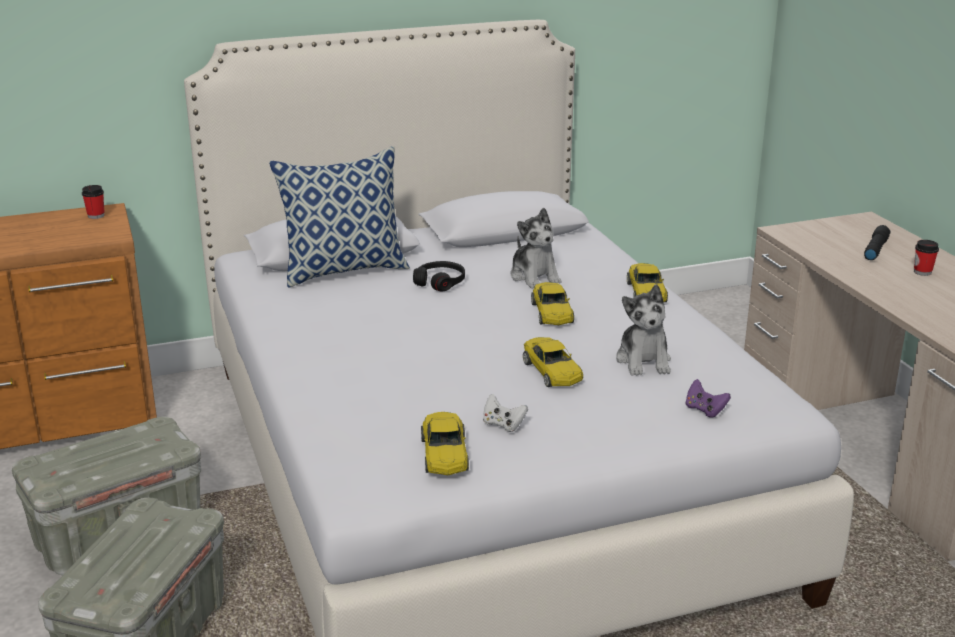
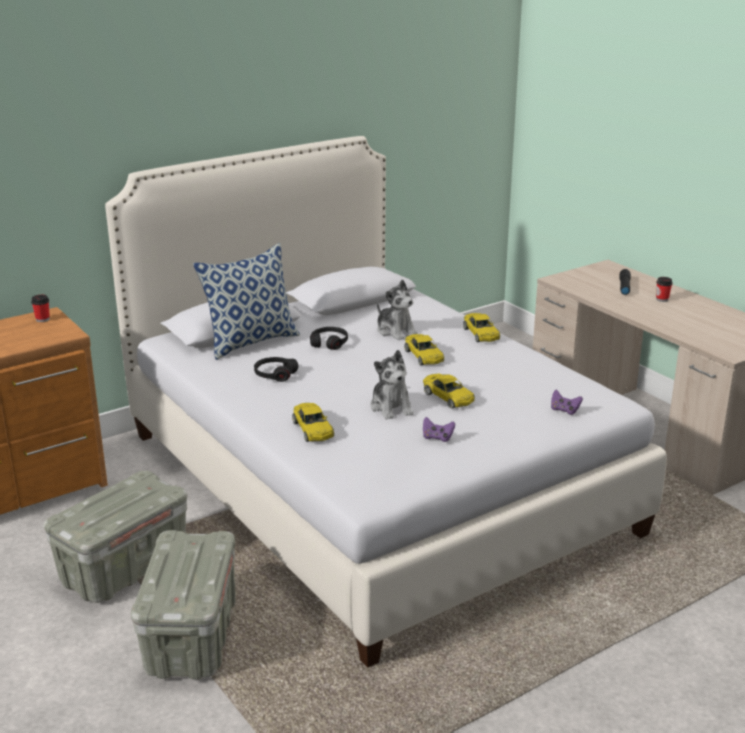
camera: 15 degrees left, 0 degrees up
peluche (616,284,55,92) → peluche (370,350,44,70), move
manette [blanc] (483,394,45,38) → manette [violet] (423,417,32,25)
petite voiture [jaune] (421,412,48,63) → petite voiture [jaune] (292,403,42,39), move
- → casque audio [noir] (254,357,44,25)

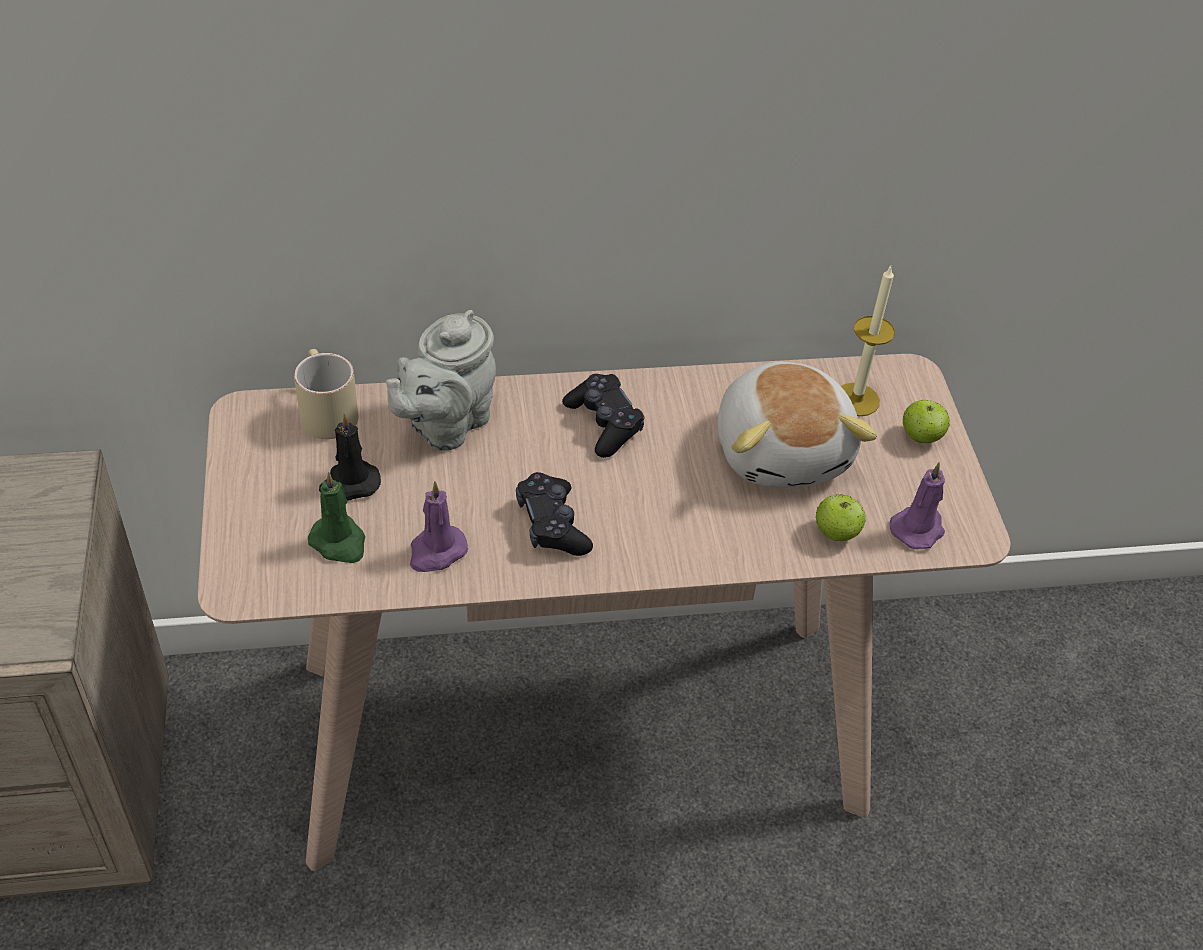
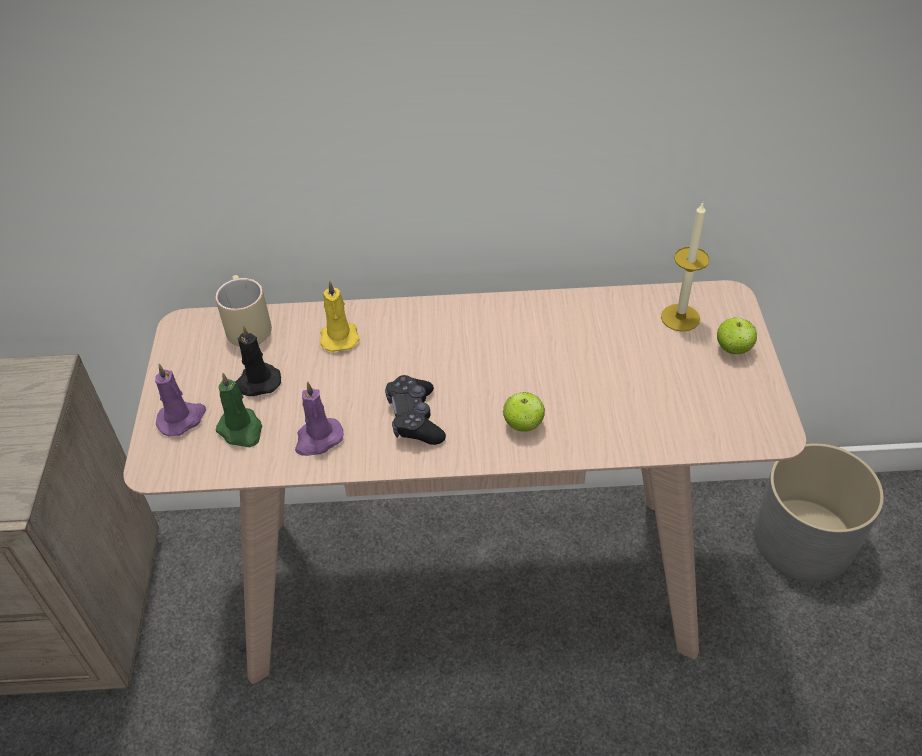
camera: 10 degrees right, 0 degrees up
théière [gris] (386,310,110,141) → bougie [jaune] (320,280,40,72)
peluche (717,362,160,125) → -
manette [noir] (562,374,82,84) → -
bougie [violet] (889,462,56,88) → bougie [violet] (155,364,51,72), move
pomme (815,494,51,47) → pomme (503,392,42,40), move
- → cache-pot [gris] (754,443,130,139)

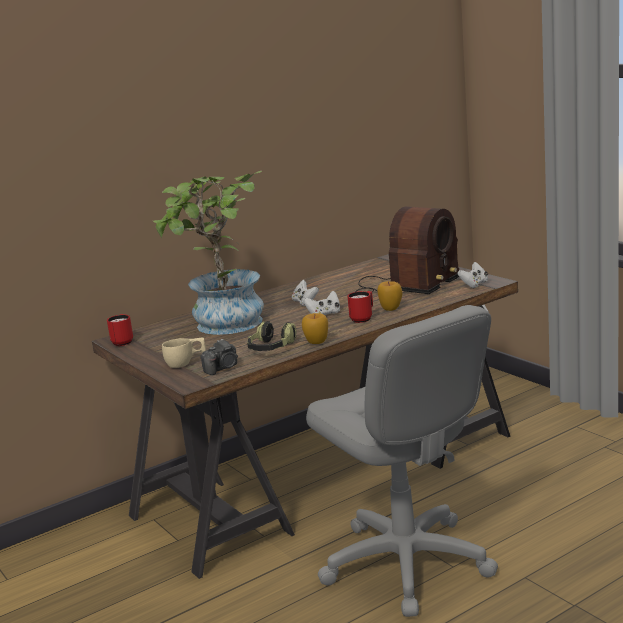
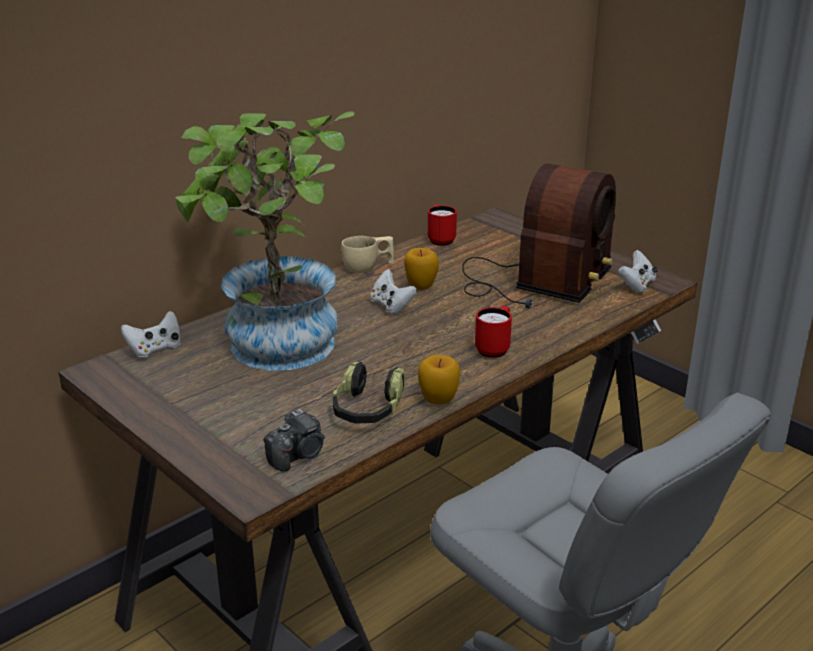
camera: 10 degrees left, 10 degrees up
pomme (377,281,25,30) → pomme (404,248,35,42), move
manette [blanc] (303,291,37,24) → manette [blanc] (121,311,60,47), move
mug [rouge] (107,314,26,32) → mug [rouge] (428,204,29,42), move
tasse [beige] (162,338,44,30) → tasse [beige] (341,236,53,37), move

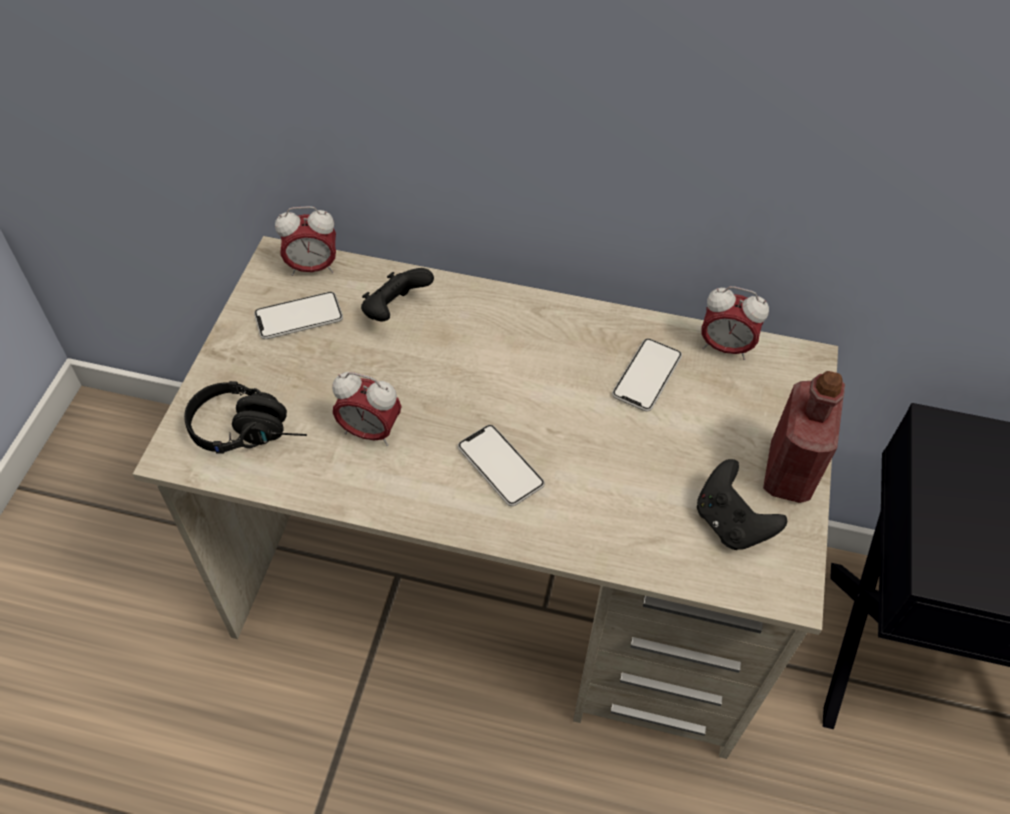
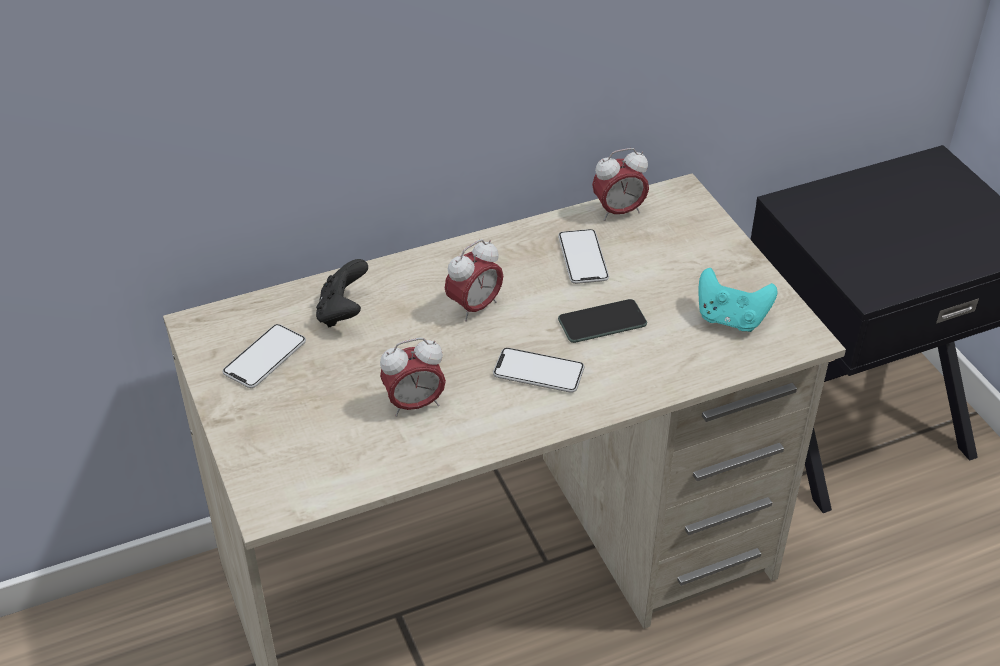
camera: 35 degrees left, 10 degrees down
réveil (275,206,61,70) → réveil (445,239,58,83), move
bouteille [rouge] (763,371,82,132) → -
casque audio [noir] (184,381,123,73) → -
manette [noir] (697,459,90,91) → manette [turquoise] (698,268,79,64)
- → téléphone (558,299,89,44)

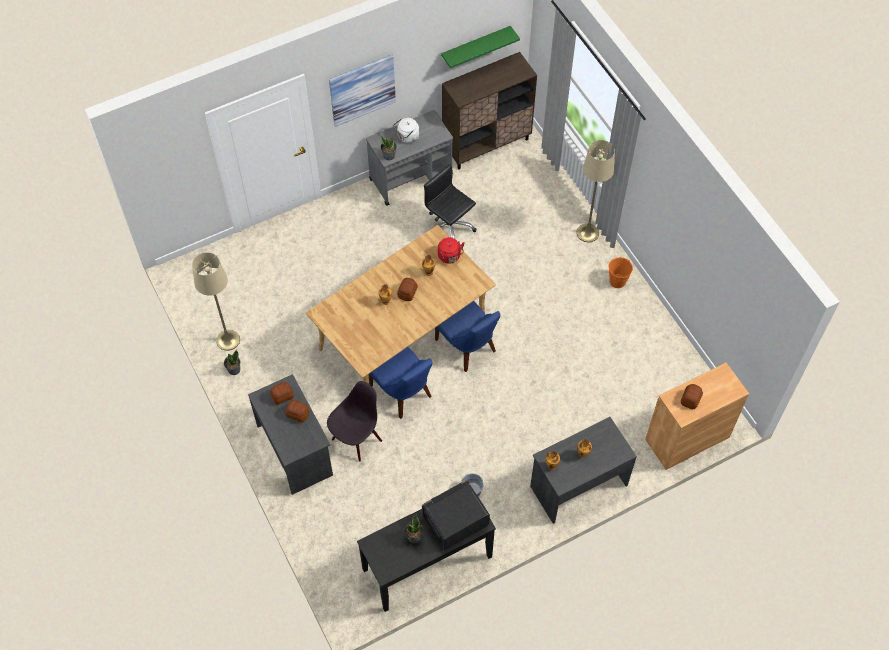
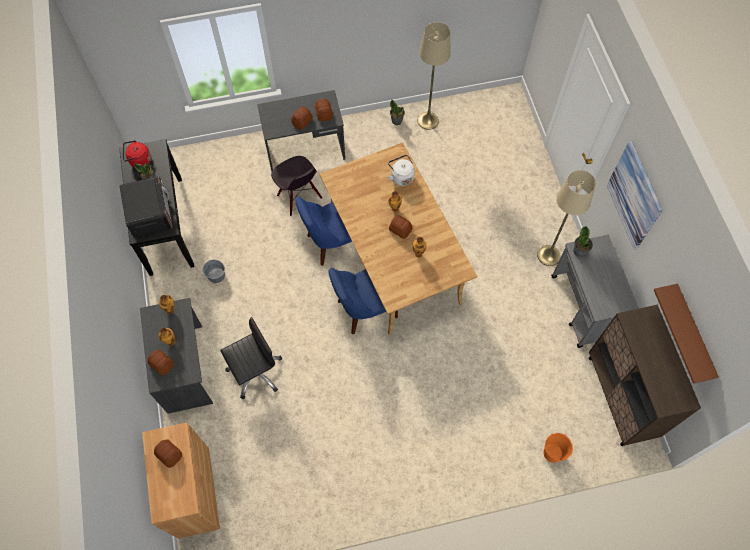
camera: 105 degrees right, 5 degrees up
étagère [vert] (441,26,79,42) → étagère [marron] (654,284,65,100)
bouilloire [blanc] (393,118,26,25) → bouilloire [blanc] (388,155,27,31), move
lampadaire [beige] (576,140,39,102) → lampadaire [beige] (537,170,59,96), move
chaise de bureau [noir] (424,164,52,75) → chaise de bureau [noir] (220,317,62,82), move
bouilloire [rouge] (438,237,27,27) → bouilloire [rouge] (123,140,28,28), move
seau [orange] (609,257,24,31) → seau [orange] (543,433,30,30), move
- → pain (148,350,26,25)

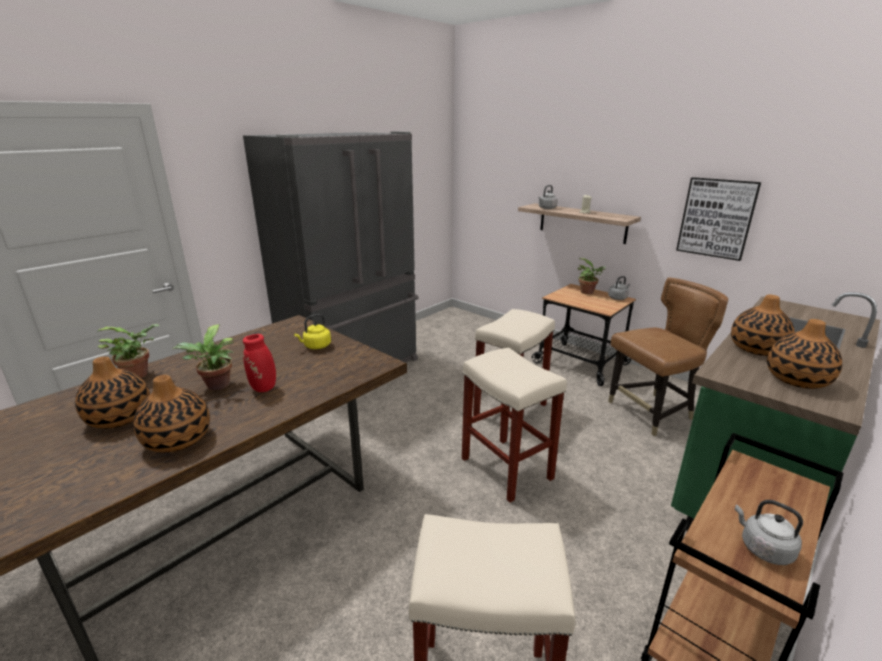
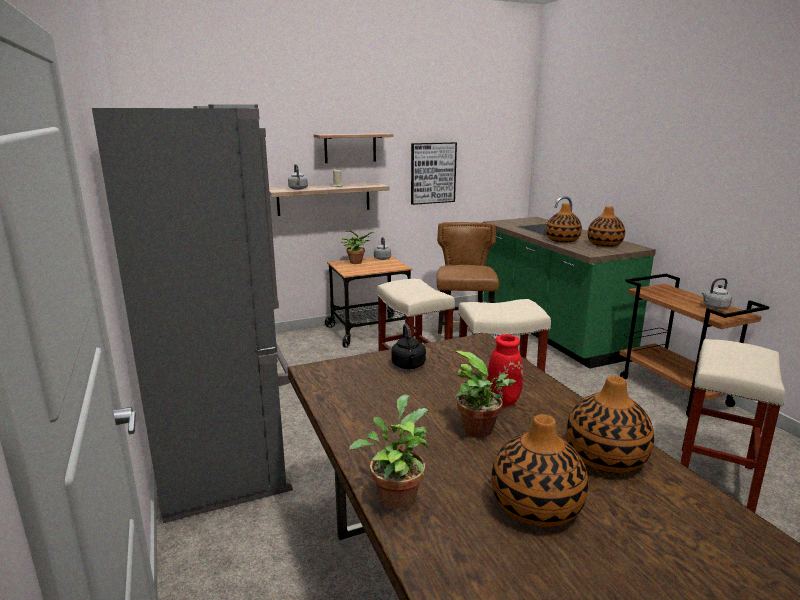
camera: 65 degrees left, 5 degrees down
bouilloire [jaune] (294,314,37,35) → bouilloire [noir] (392,324,34,45)
- → étagère (314,133,79,30)

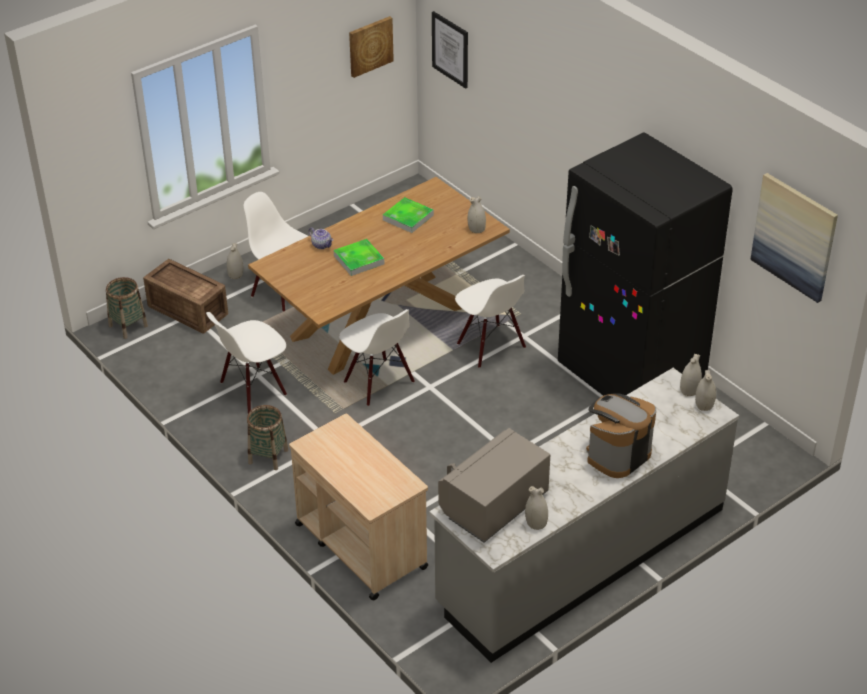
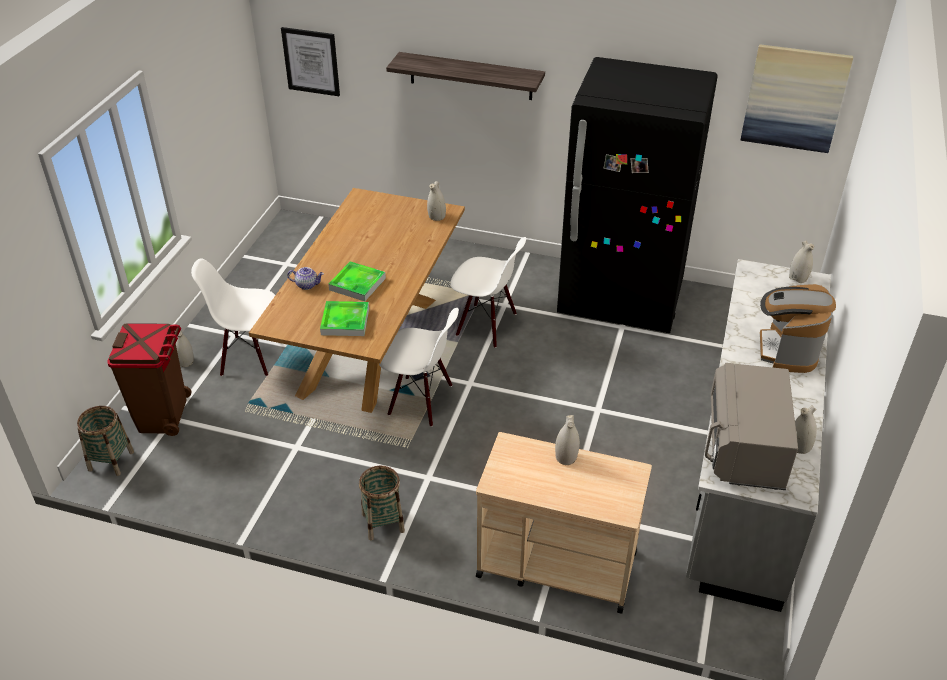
camera: 35 degrees left, 0 degrees up
tableau (349,16,45,62) → -
plateau (383,197,51,36) → plateau (320,301,49,35), move
caisse (143,259,85,75) → poubelle [marron] (107,323,84,113)
chaise [blanc] (206,312,81,101) → -
vase [blanc] (680,354,22,42) → vase [blanc] (555,415,25,50), move
- → étagère (386,52,159,48)

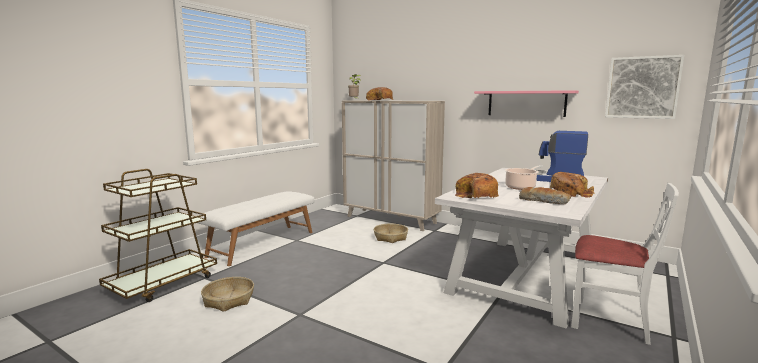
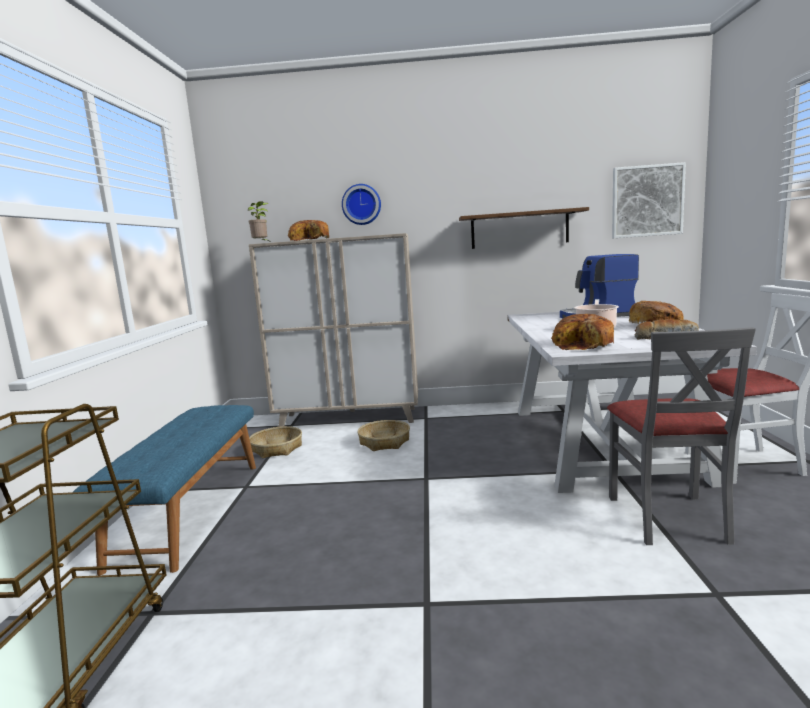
camera: 30 degrees left, 0 degrees up
étagère [rose] (474,90,105,27) → étagère [marron] (459,207,130,42)
banc [blanc] (198,191,117,75) → banc [bleu] (73,405,183,170)
panier (201,277,53,35) → panier (249,426,53,32), move
- → horloge murale (342,184,39,41)
- → chaise [gris] (607,327,149,218)

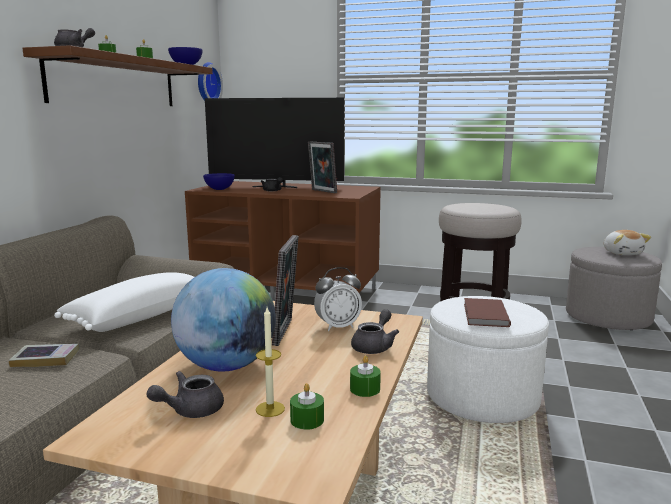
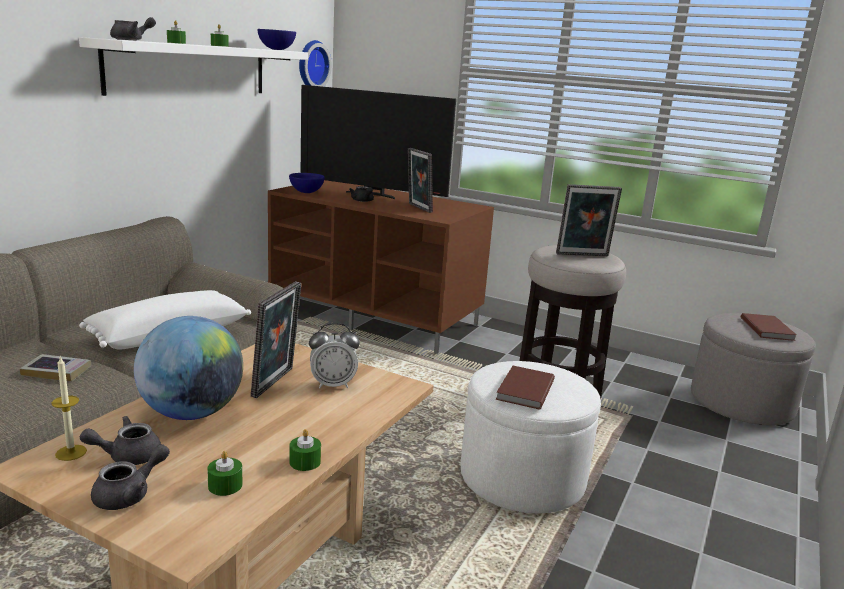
camera: 10 degrees right, 5 degrees up
étagère [marron] (22,45,191,61) → étagère [blanc] (79,37,229,59)
peluche (604,230,47,25) → livre [marron] (741,313,56,28)
bougie (256,307,29,110) → bougie (51,357,36,104), move
théière [gris] (351,309,48,45) → théière [gris] (91,444,79,66), move
- → cadre photo (556,184,66,72)

